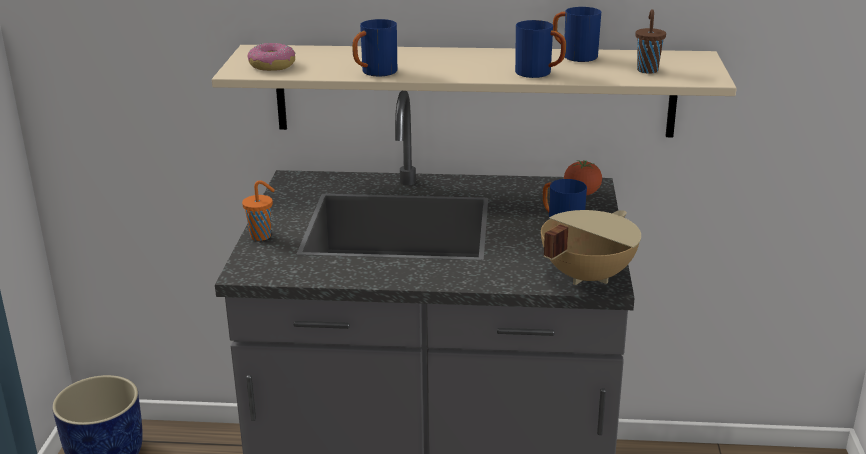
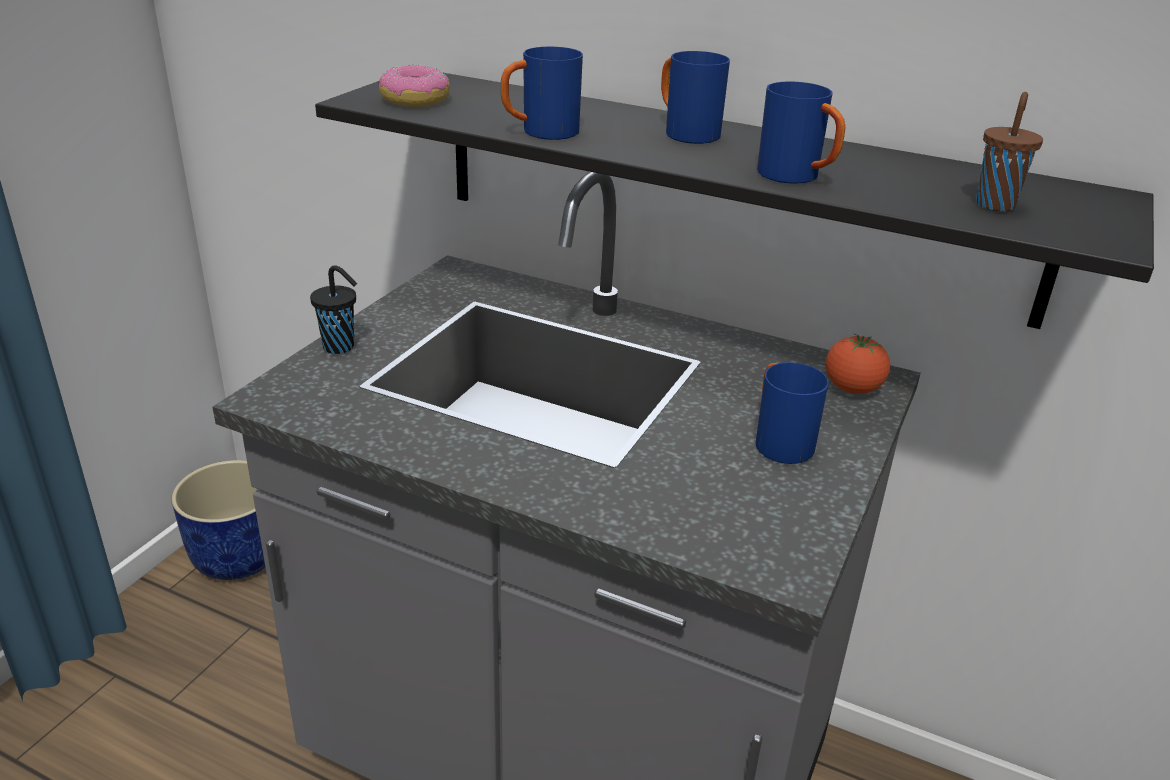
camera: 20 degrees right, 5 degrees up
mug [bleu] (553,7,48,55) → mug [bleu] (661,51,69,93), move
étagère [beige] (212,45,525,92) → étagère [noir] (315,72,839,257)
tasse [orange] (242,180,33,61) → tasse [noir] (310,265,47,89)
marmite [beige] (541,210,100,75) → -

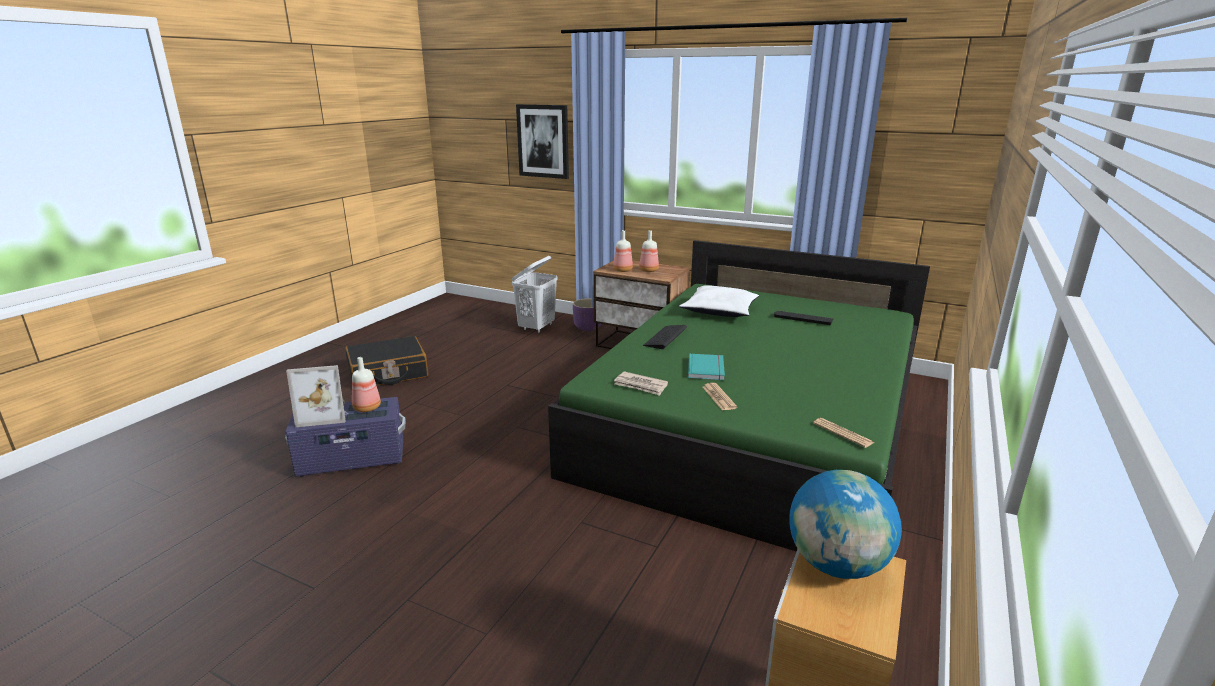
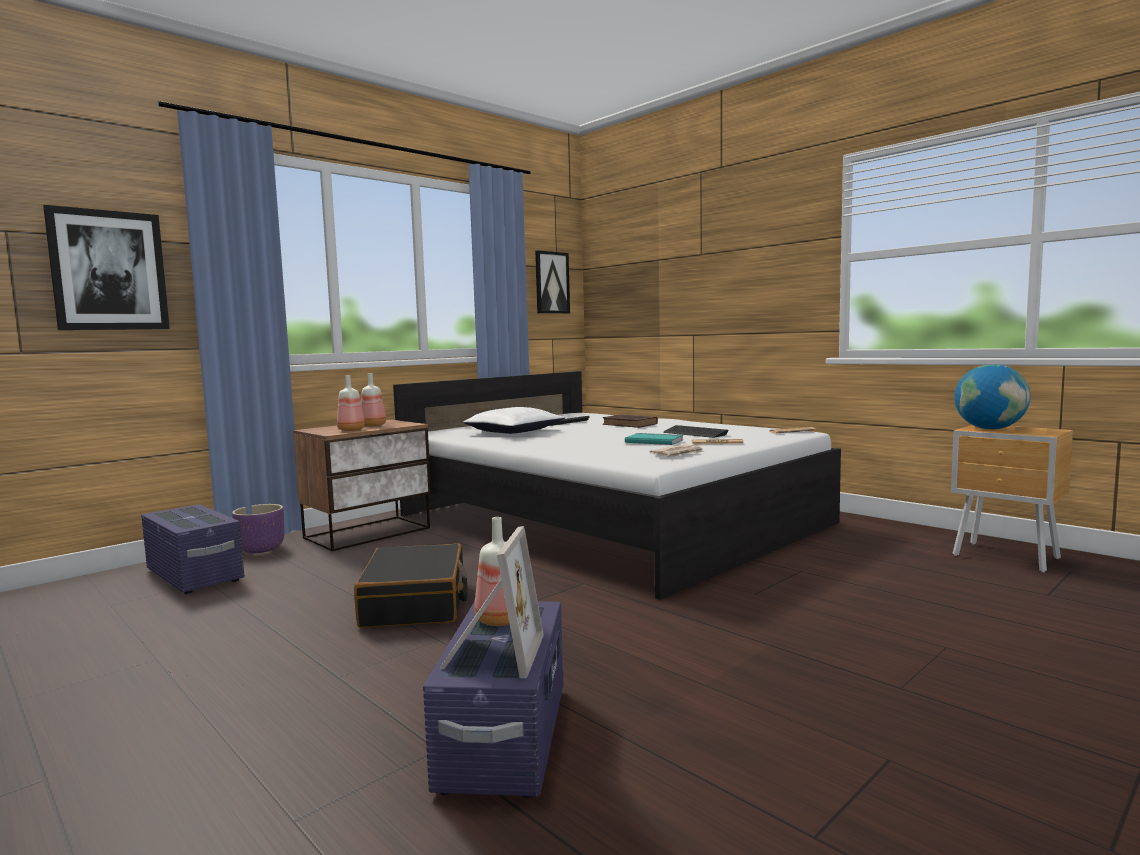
camera: 70 degrees left, 15 degrees down
lit [vert] (548,240,382,312) → lit [blanc] (393,371,448,229)
panier à linge [blanc] (512,256,45,77) → boîte de rangement [violet] (141,504,103,90)
clavier (643,325,44,24) → clavier (663,425,66,13), move
valise [noir] (345,336,83,50) → valise [noir] (354,543,114,85), move
- → tableau (535,250,35,64)
- → livre [marron] (603,414,55,14)

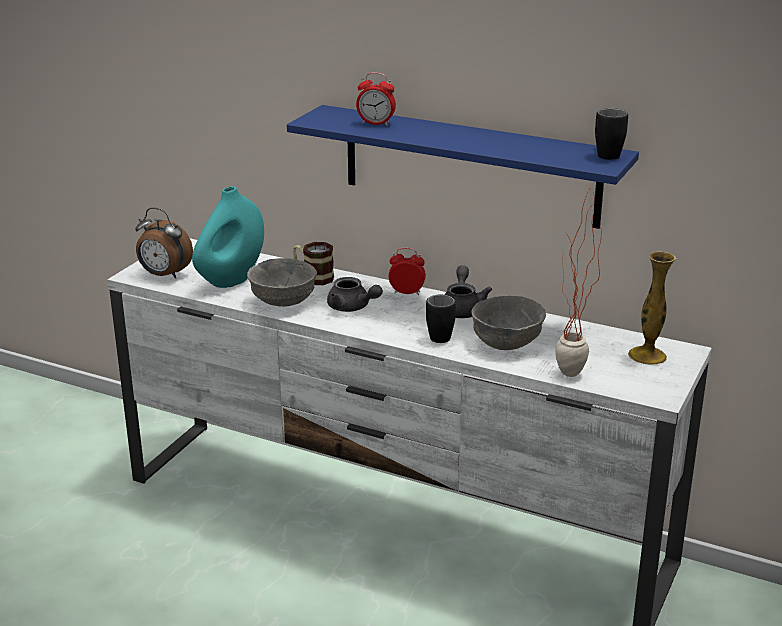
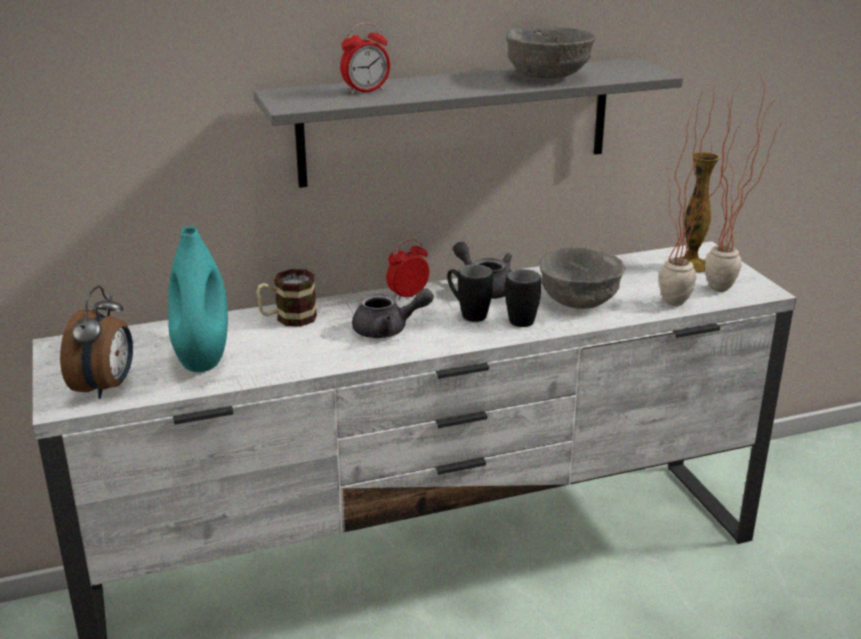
camera: 45 degrees left, 0 degrees up
étagère [bleu] (287,105,352,124) → étagère [gris] (253,58,430,130)
mug [noir] (595,108,33,52) → mug [noir] (447,264,46,58), move
réveil (135,208,58,71) → réveil (60,286,73,113), 60 degrees counterclockwise
bol [gris] (247,258,70,49) → bol [gris] (506,26,90,53), move
- → plante en pot (705,71,78,221)

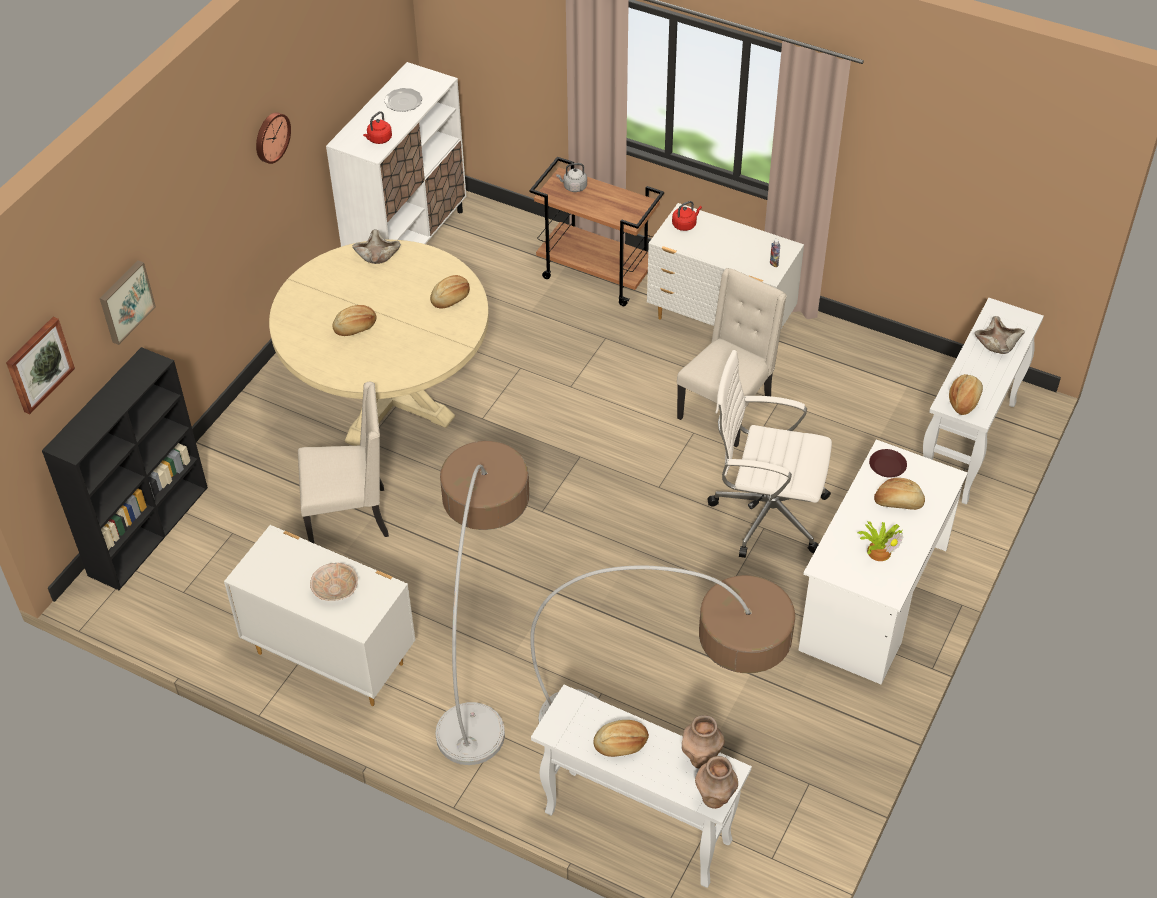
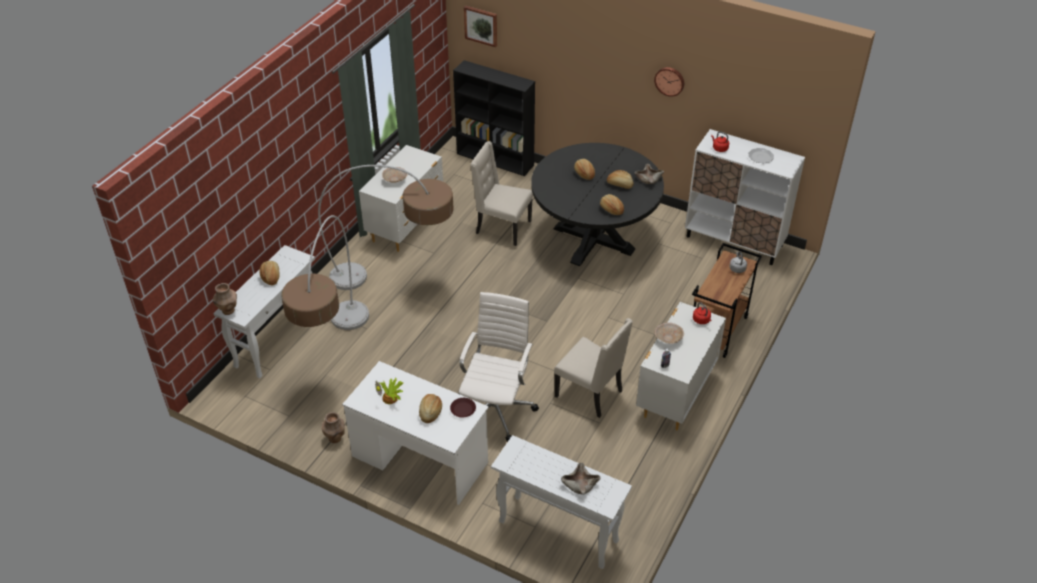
camera: 90 degrees right, 5 degrees down
table à manger [beige] (269,240,220,206) → table à manger [noir] (531,143,133,123)
tableau (100,260,56,85) → -
pain (949,374,34,41) → pain (607,170,27,19), move
chaise [beige] (298,382,91,162) → chaise [beige] (470,141,63,105), 120 degrees clockwise
vase [marron] (682,715,43,54) → vase [marron] (322,412,23,31), move
- → bol [beige] (655,323,29,21)

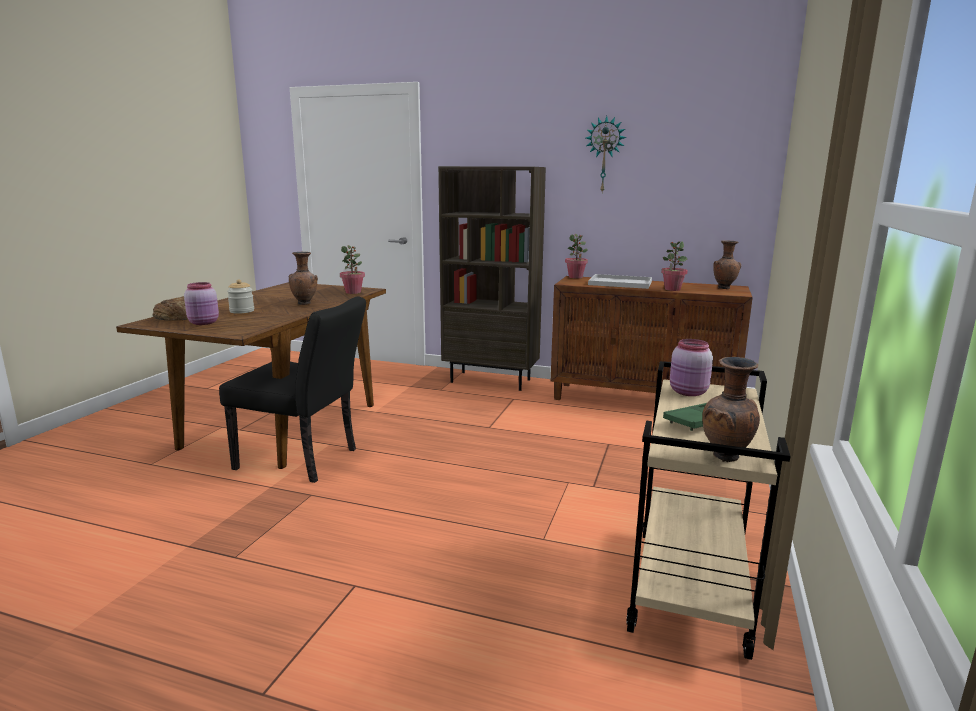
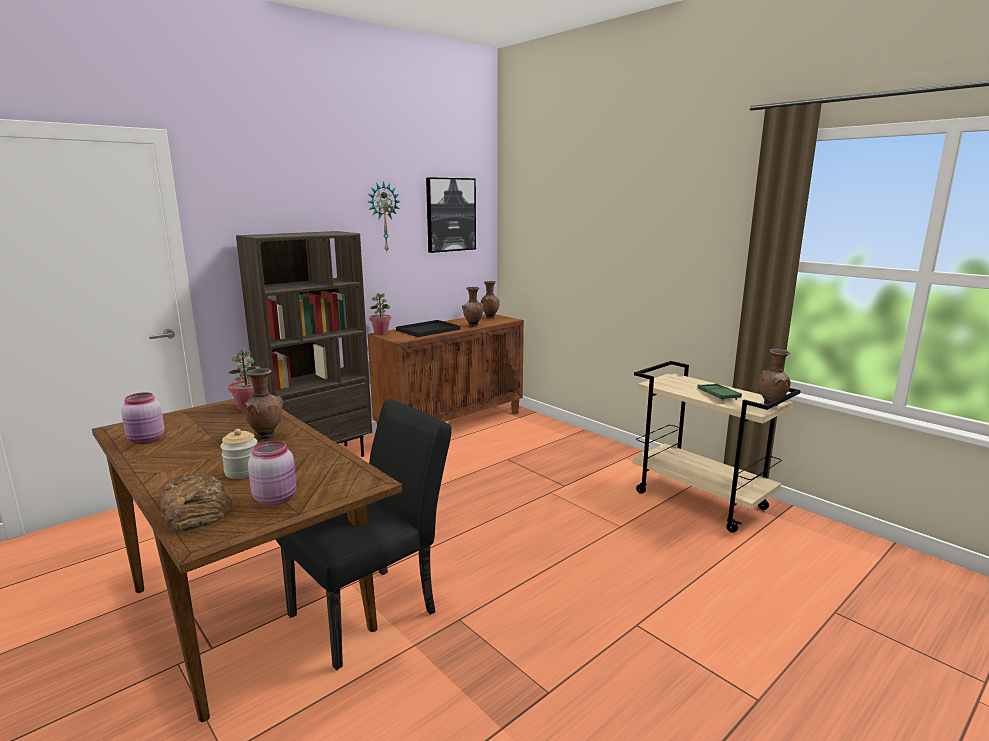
camera: 60 degrees left, 0 degrees up
plante en pot (661,241,27,50) → vase [marron] (462,287,22,40)
plateau [blanc] (588,274,64,15) → plateau [noir] (396,320,64,17)
bocal [rose] (670,339,43,57) → bocal [rose] (121,392,44,52), move
- → tableau (426,177,50,76)

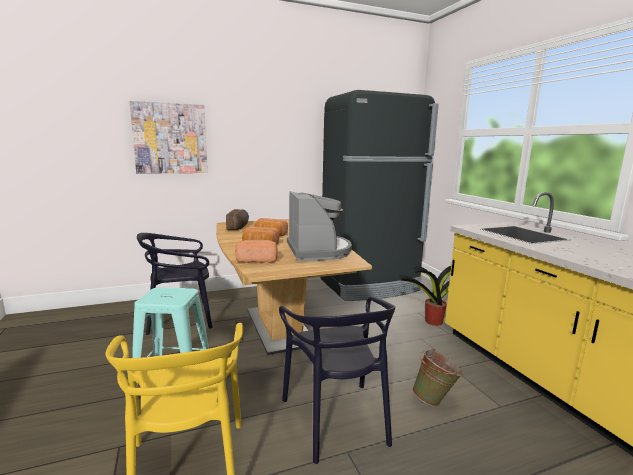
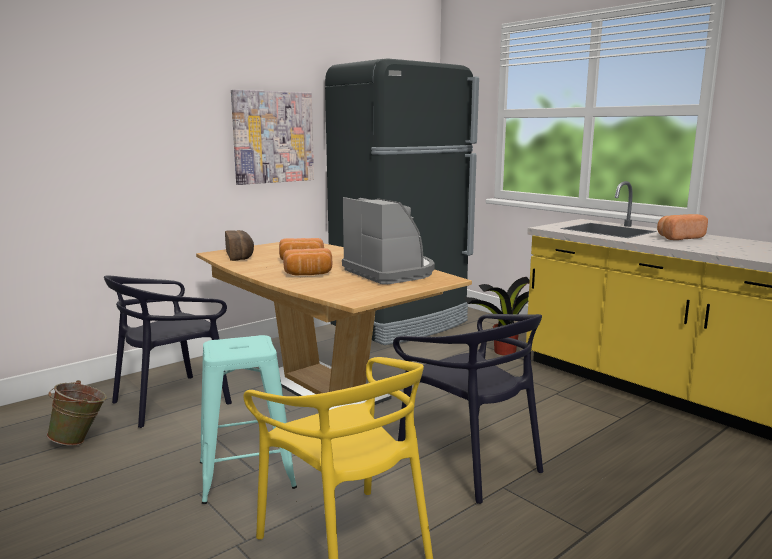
camera: 20 degrees left, 0 degrees up
tableau (129,101,78,73) → tableau (231,90,83,95), move
pain (235,239,43,24) → pain (657,214,51,26), move
seau [vert] (412,348,51,59) → seau [vert] (47,380,60,66), move

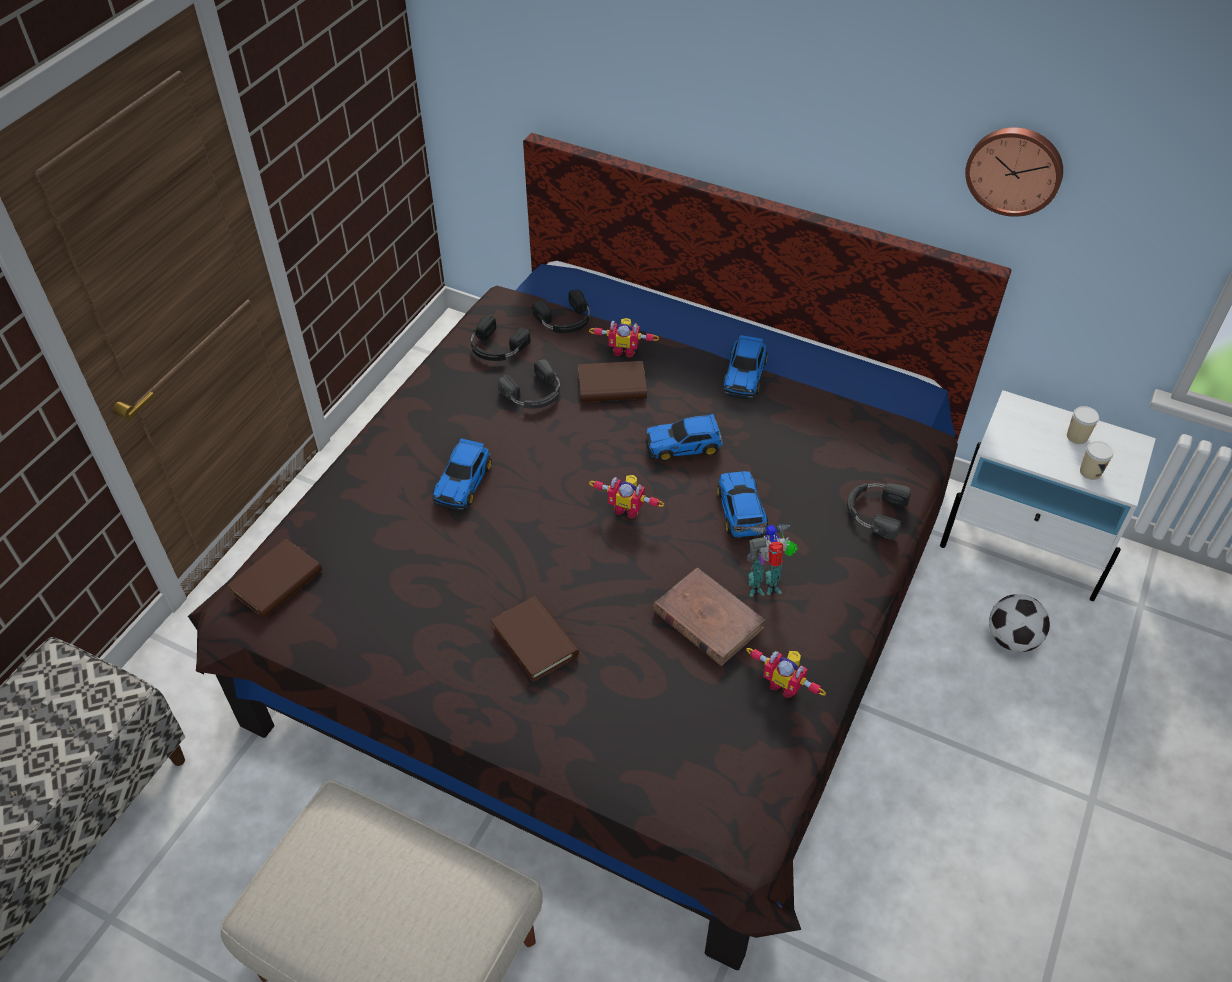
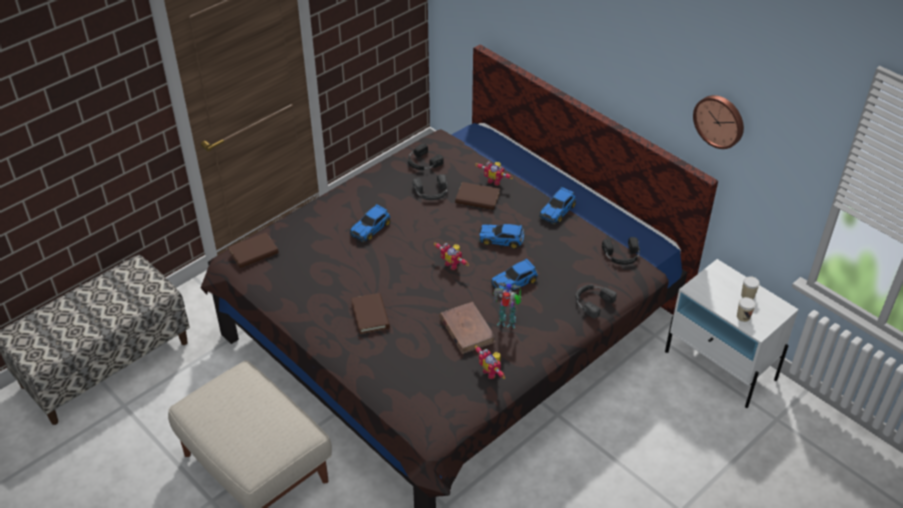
camera: 20 degrees right, 5 degrees down
casque audio [noir] (532,290,58,43) → casque audio [noir] (602,237,38,28), move
petite voiture (717,471,51,67) → petite voiture (491,259,47,32), 135 degrees counterclockwise
ballon de foot (989,594,61,58) → -

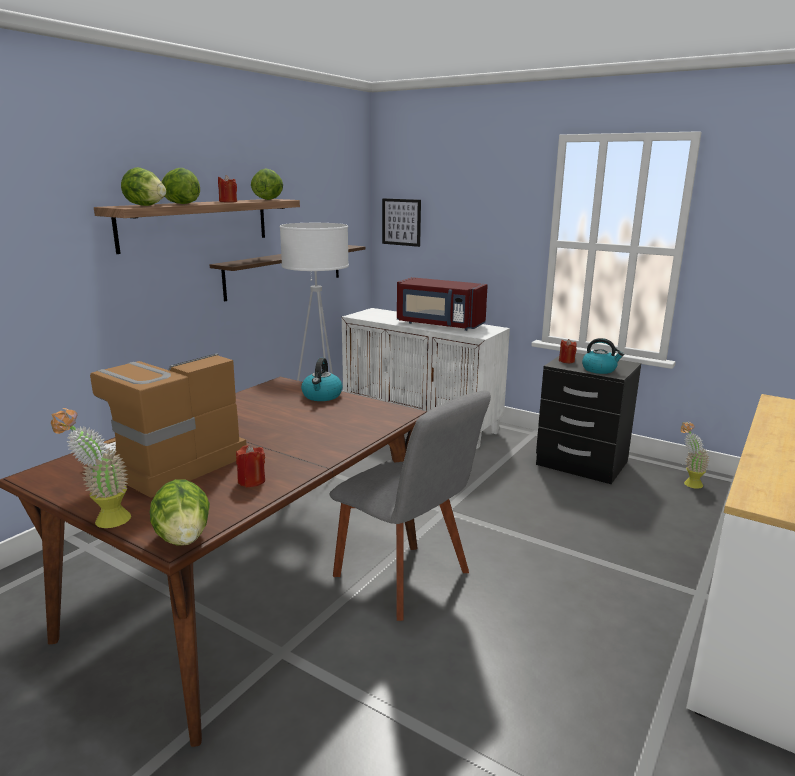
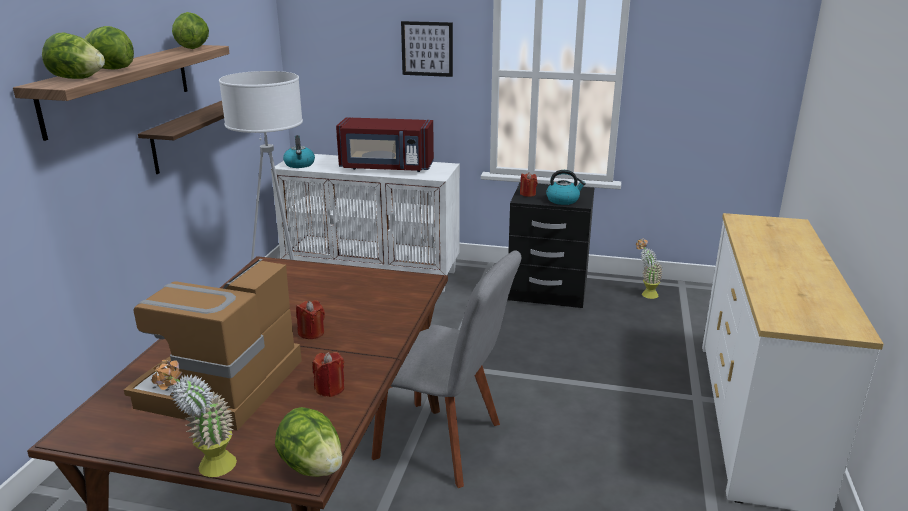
camera: 20 degrees left, 5 degrees up
bougie [rouge] (218,175,19,27) → bougie [rouge] (296,300,29,39), move
tableau (382,198,39,49) → tableau (401,21,52,56), move
bouilloire (301,358,42,43) → bouilloire (283,135,32,33), move

